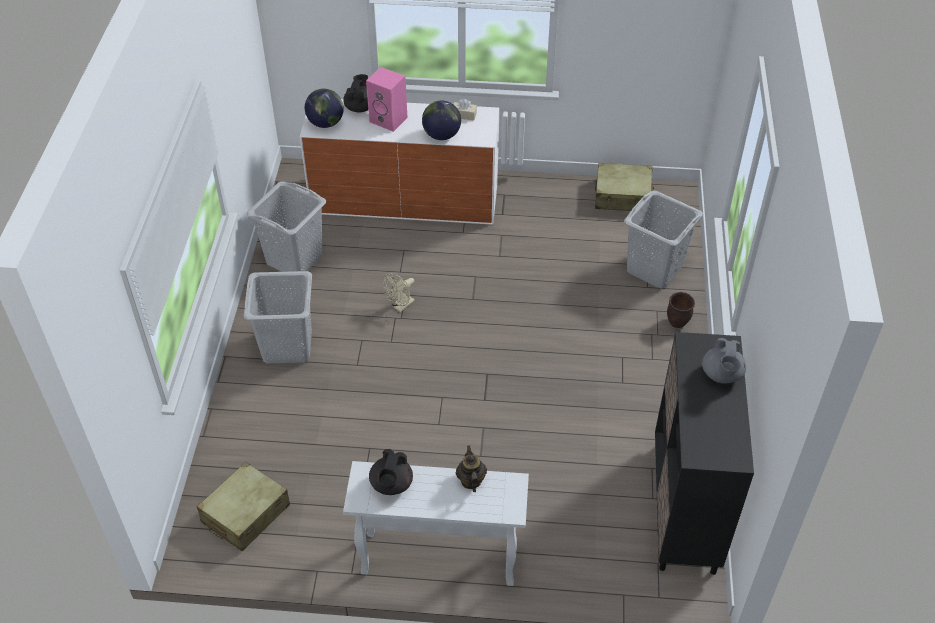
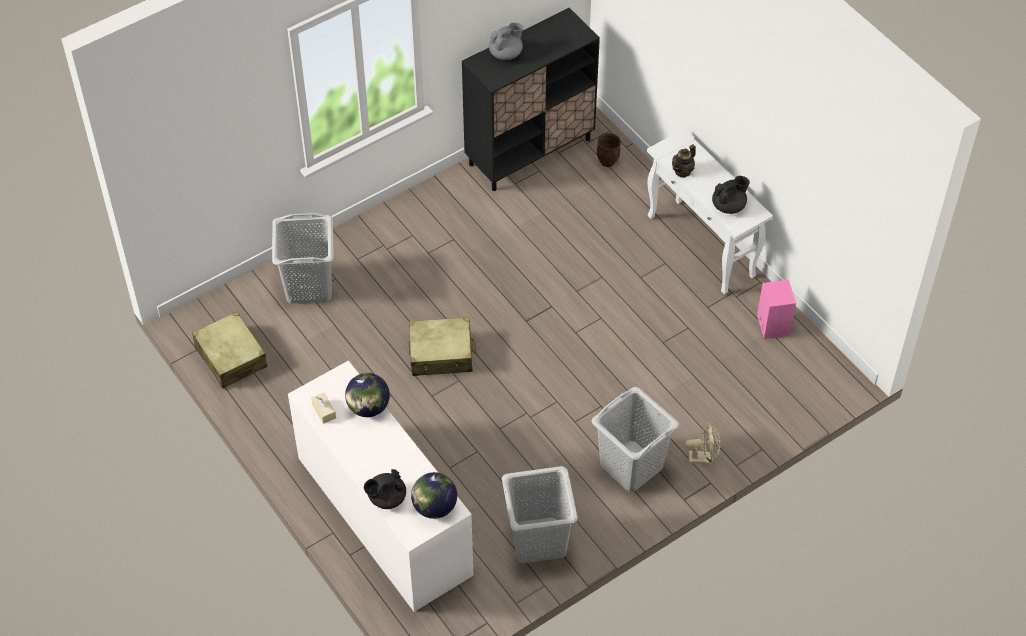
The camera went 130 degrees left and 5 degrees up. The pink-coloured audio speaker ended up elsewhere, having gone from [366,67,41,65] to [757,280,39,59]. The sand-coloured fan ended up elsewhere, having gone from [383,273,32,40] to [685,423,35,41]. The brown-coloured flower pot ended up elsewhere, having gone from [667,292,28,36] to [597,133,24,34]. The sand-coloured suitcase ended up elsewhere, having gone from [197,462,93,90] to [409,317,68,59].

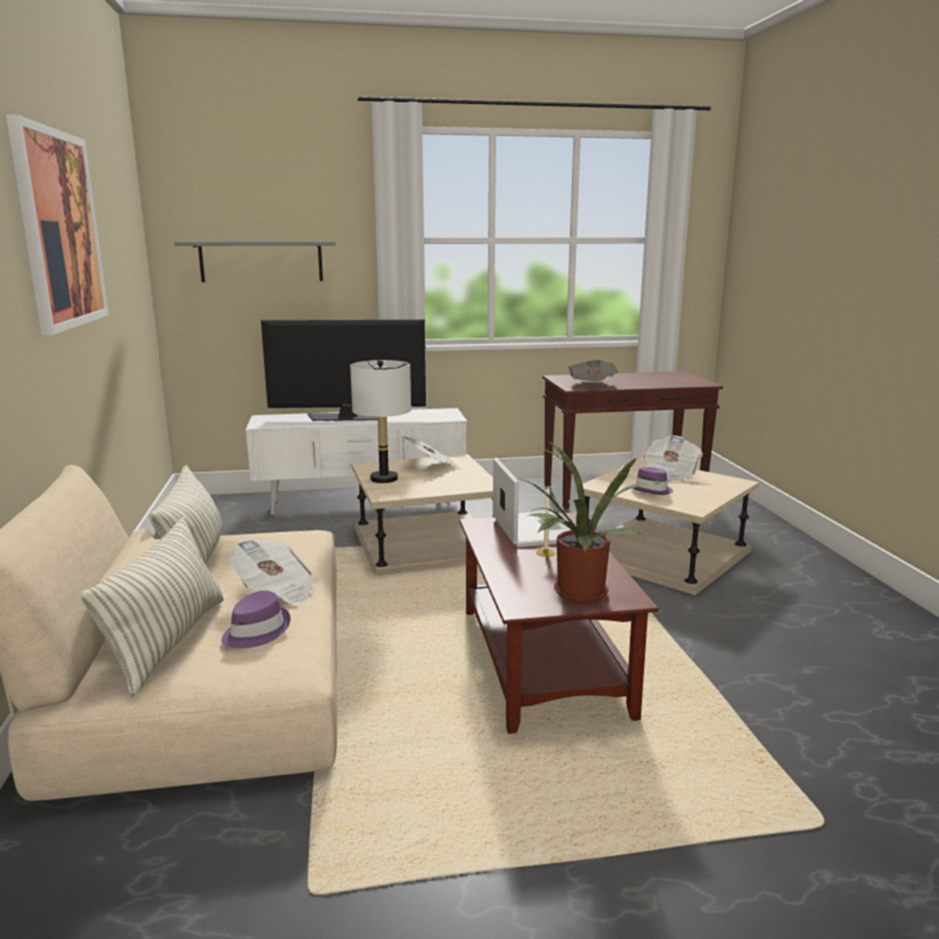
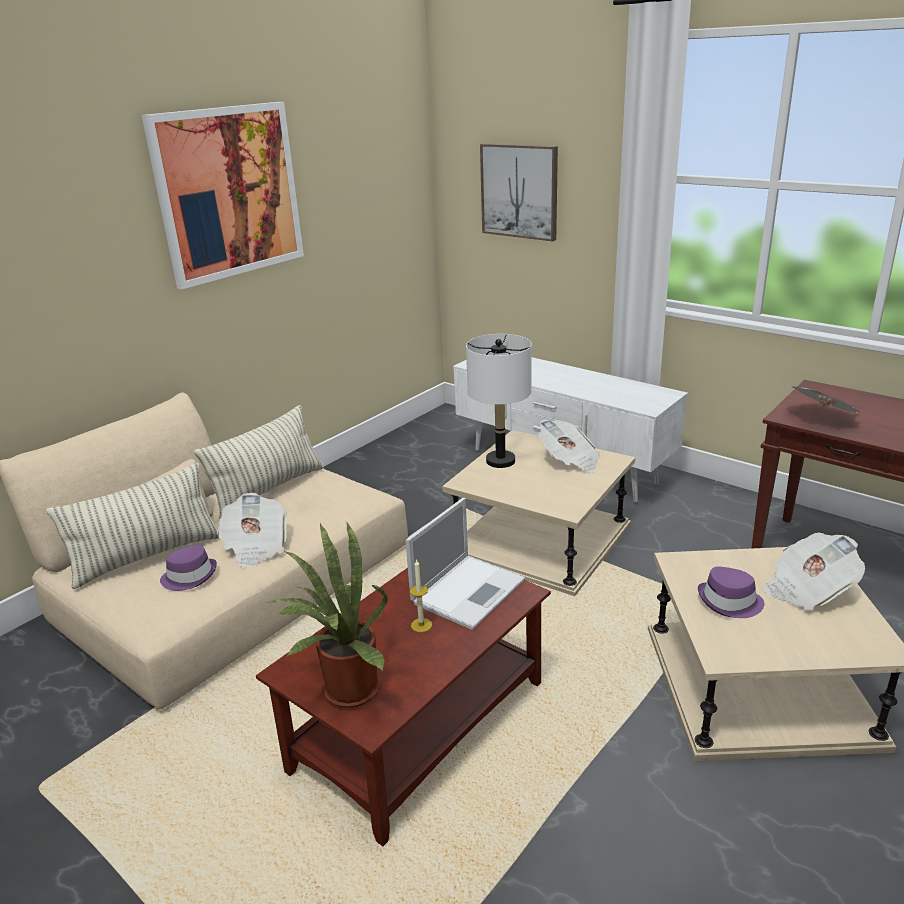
The camera went 50 degrees right and 10 degrees up. Where the grey shelf hung at [175,241,161,41], the wall picture came to hang at [480,143,78,98]. The second view lost the TV set at [261,319,165,102].

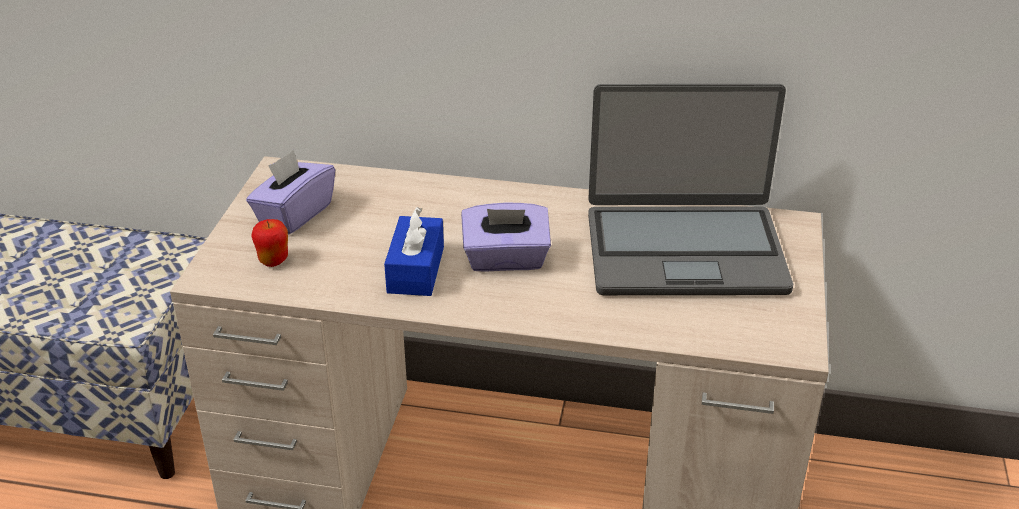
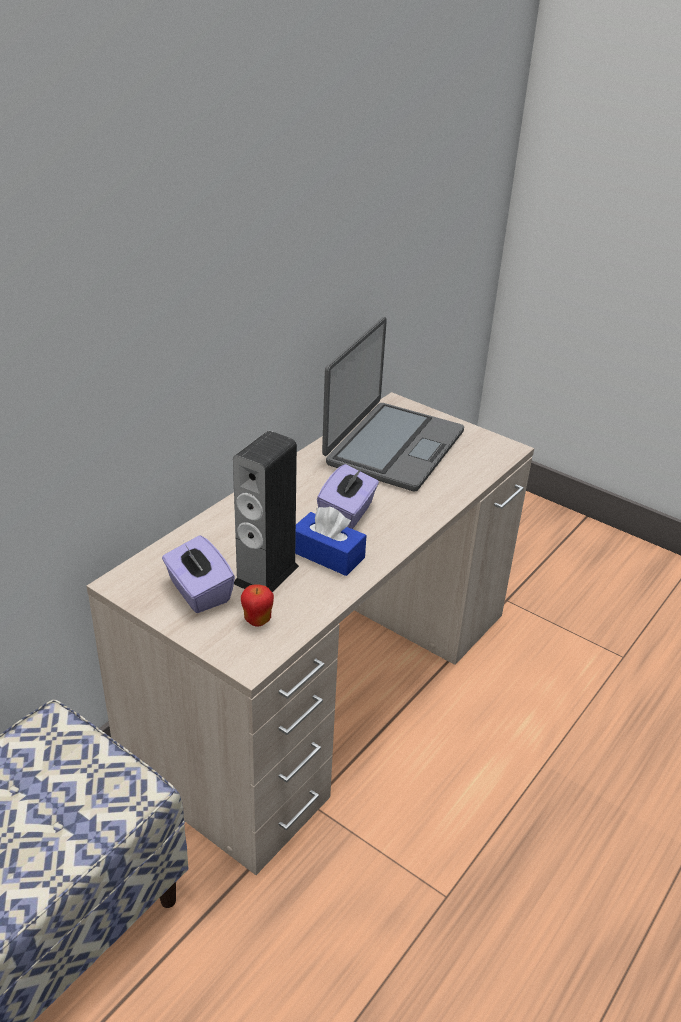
The camera went 65 degrees left and 0 degrees up. The second view gained the audio speaker at [233,431,66,162].

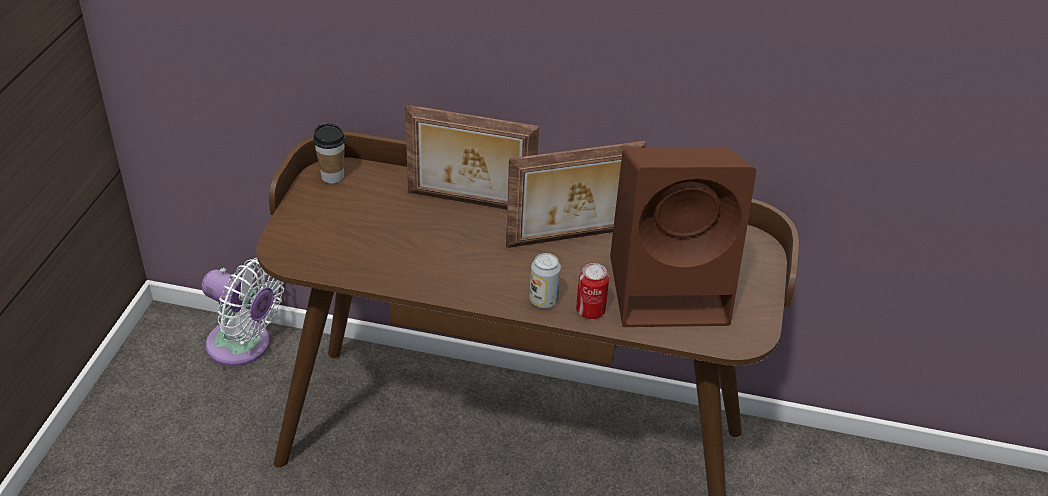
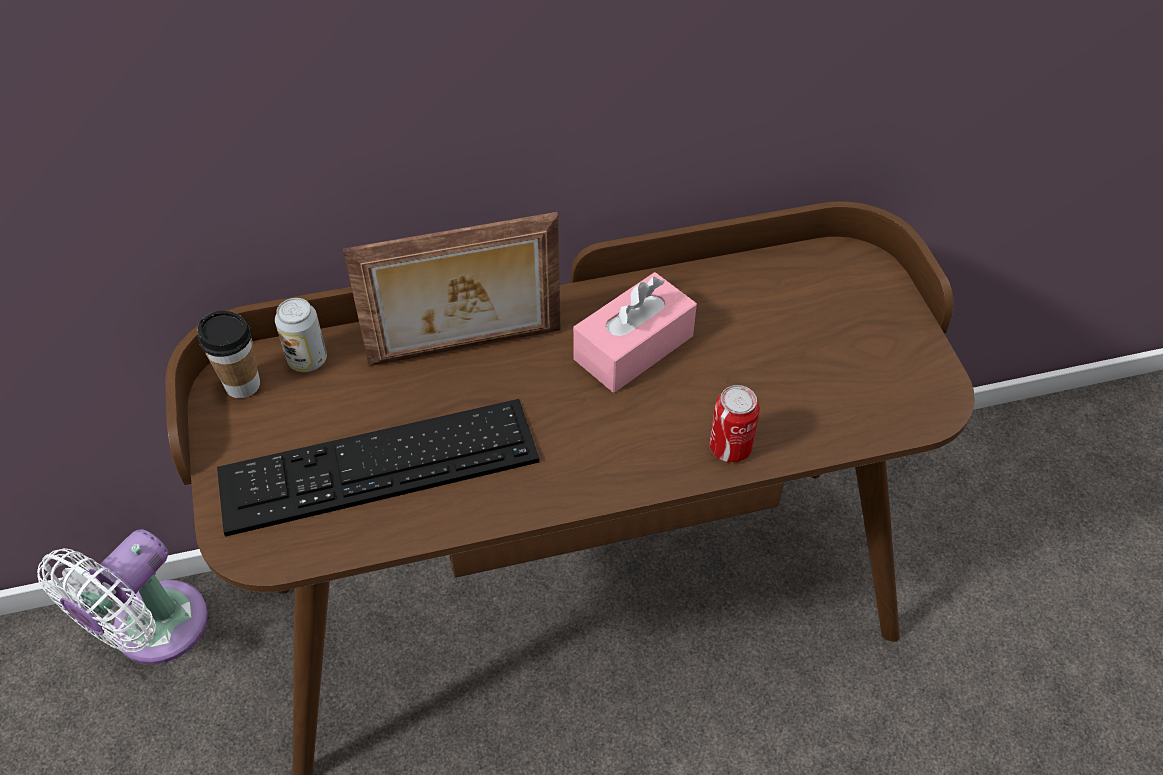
The camera went 25 degrees left and 10 degrees up. Where the picture frame stood at [506,141,140,107], the pink-coloured box of tissues came to stand at [573,272,124,121]. The second view lost the brown-coloured audio speaker at [610,148,146,179]. The can ended up elsewhere, having gone from [530,253,31,55] to [275,298,52,74]. The white fan at [202,258,82,108] ended up facing another way, 120 degrees clockwise from before. The second view gained the PC keyboard at [217,399,322,138].

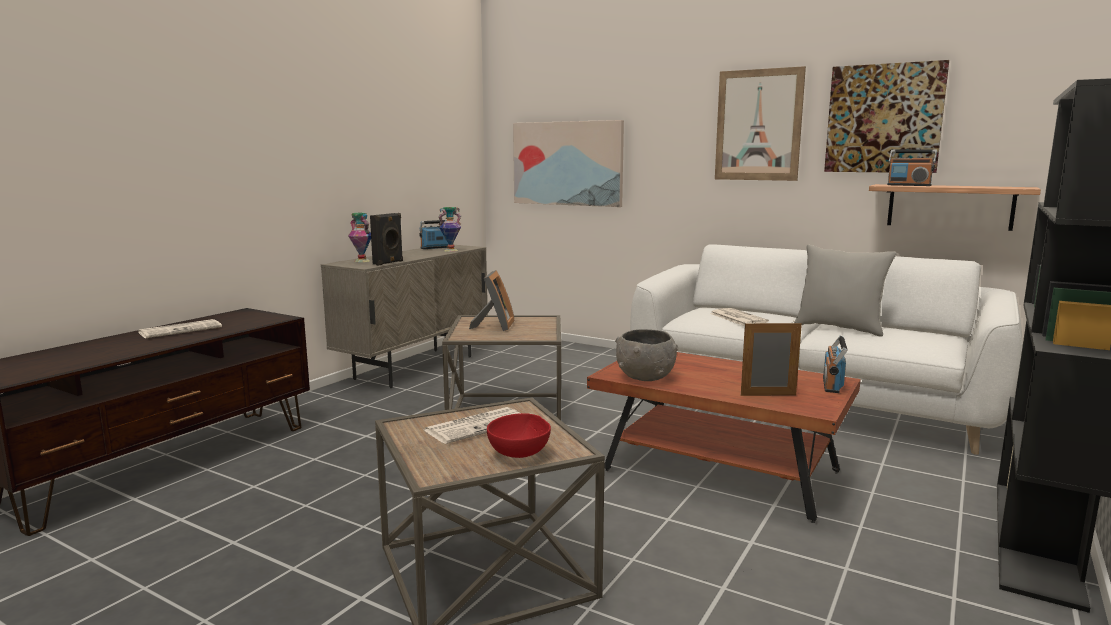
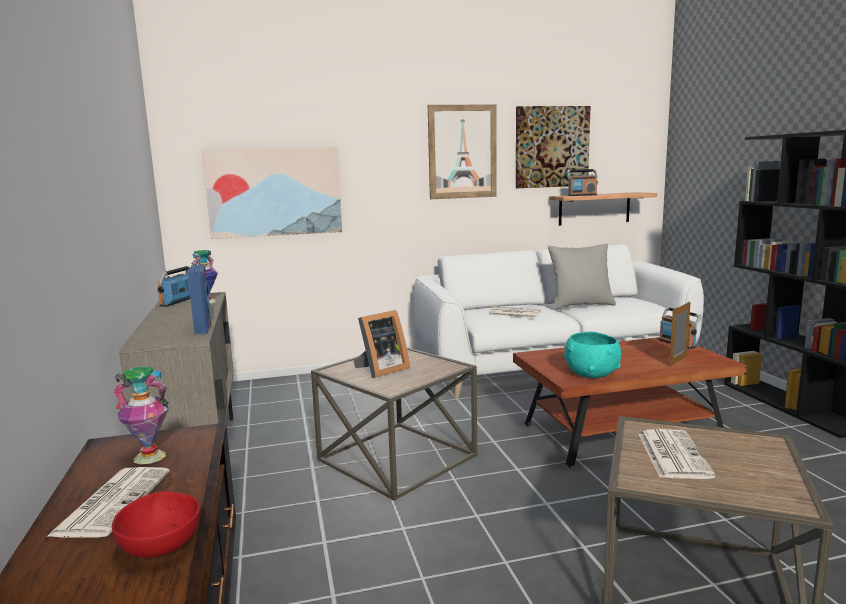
The camera went 45 degrees left and 0 degrees up. The flower vase ended up elsewhere, having gone from [348,213,23,49] to [114,367,55,98]. What was the black-coloured audio speaker at [370,213,33,53] turned into the blue-coloured audio speaker at [187,264,24,70]. The picture frame at [469,270,46,61] ended up facing another way, 90 degrees clockwise from before. What was the grey bowl at [615,329,64,52] turned into the blue-green bowl at [563,332,58,46]. The reddish bowl ended up elsewhere, having gone from [487,413,64,45] to [112,491,88,67].

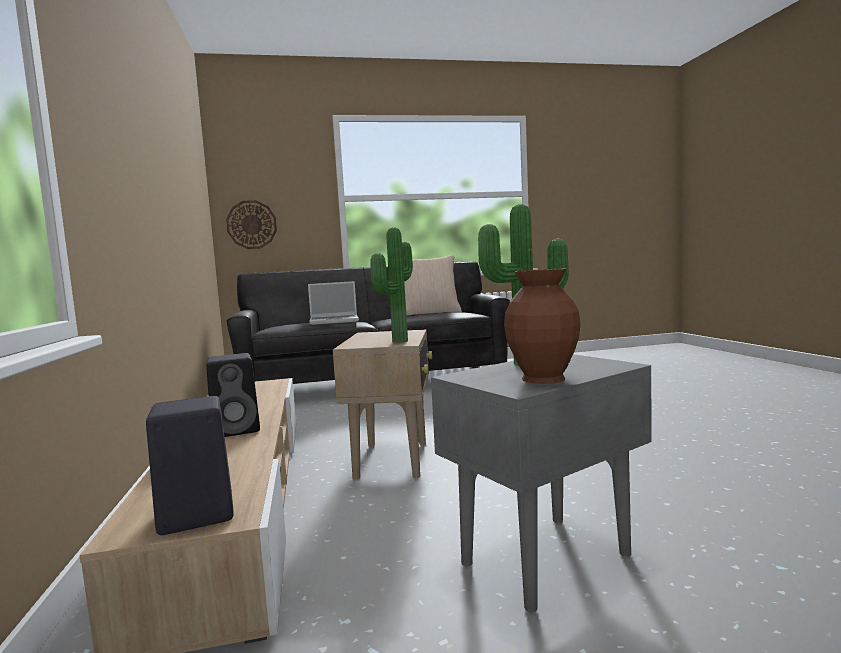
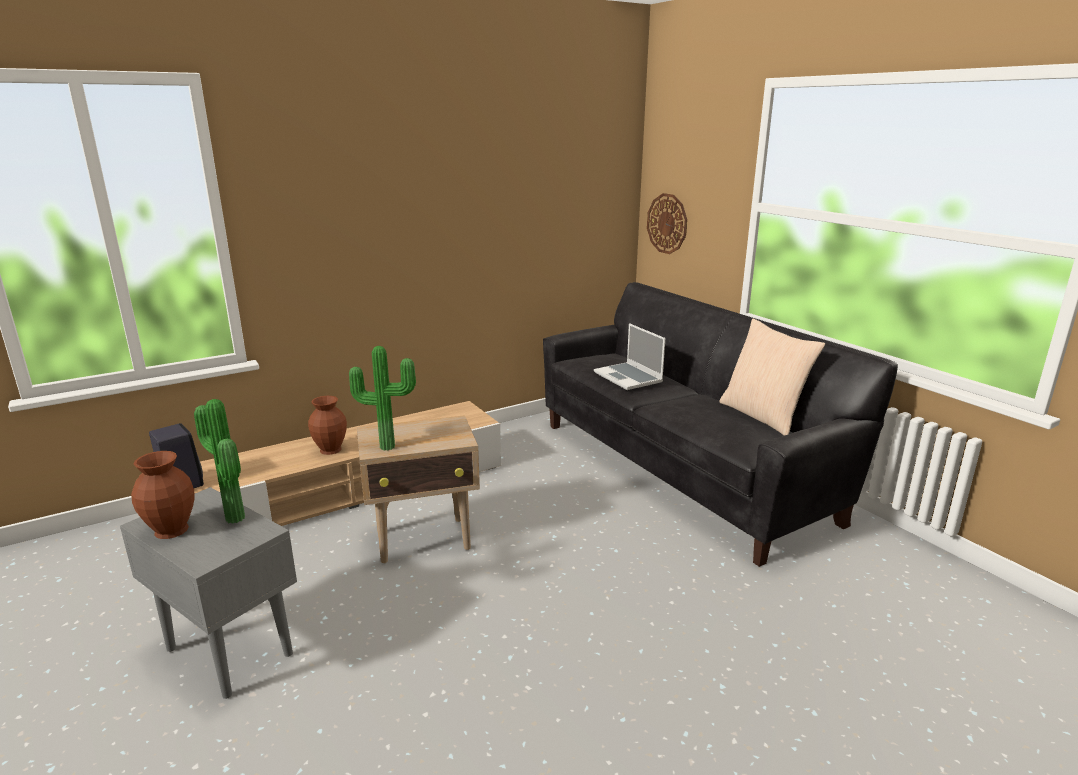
The camera went 70 degrees right and 15 degrees up. Where the black-coloured audio speaker stood at [206,353,54,84], the brown-coloured flower vase came to stand at [308,396,39,59].

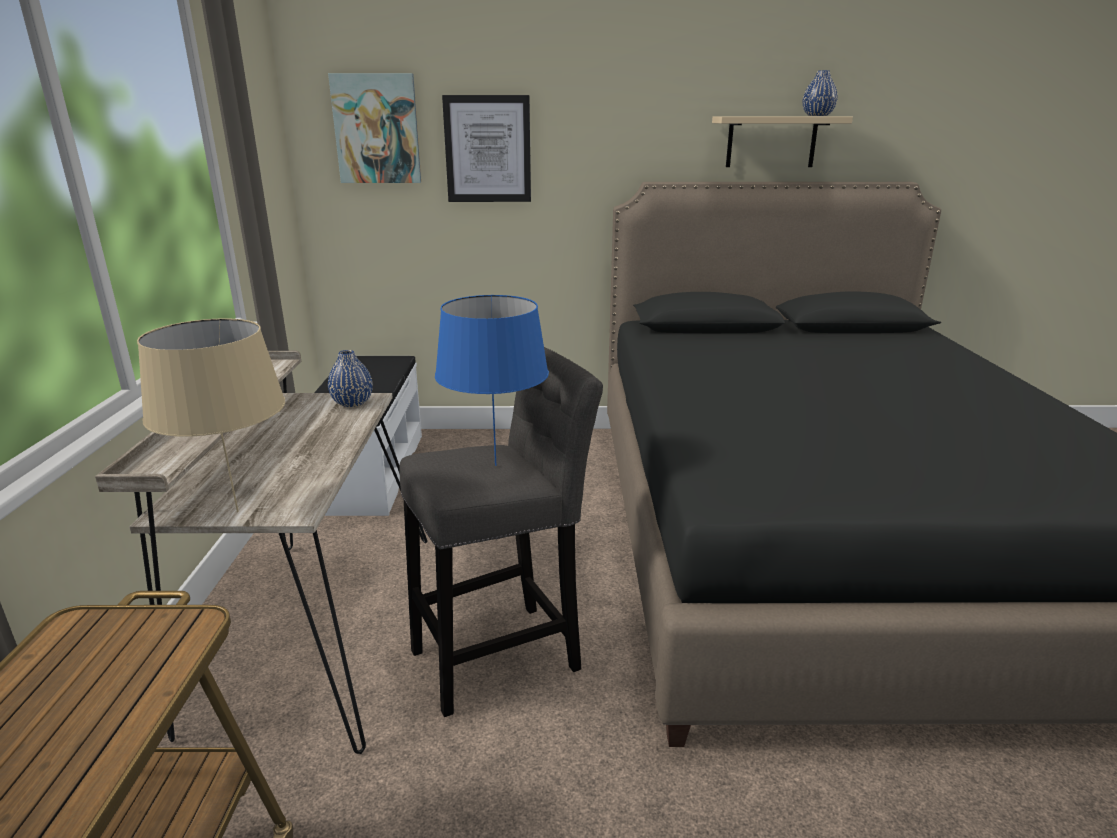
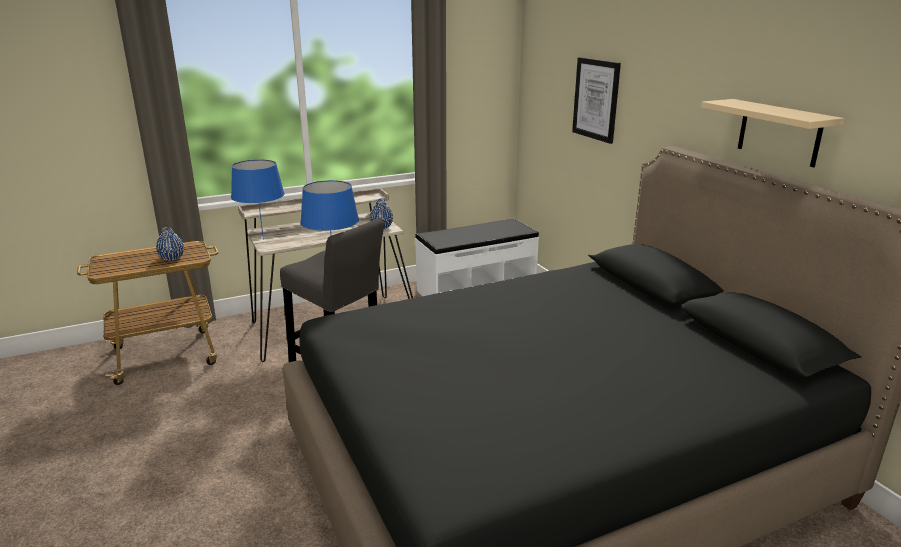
The camera went 65 degrees right and 0 degrees up. The blue-coloured flower vase ended up elsewhere, having gone from [803,70,35,46] to [156,227,28,34]. The second view lost the wall picture at [328,73,93,110]. What was the sand-coloured tabletop lamp at [137,319,148,193] turned into the blue-coloured tabletop lamp at [231,160,53,80].

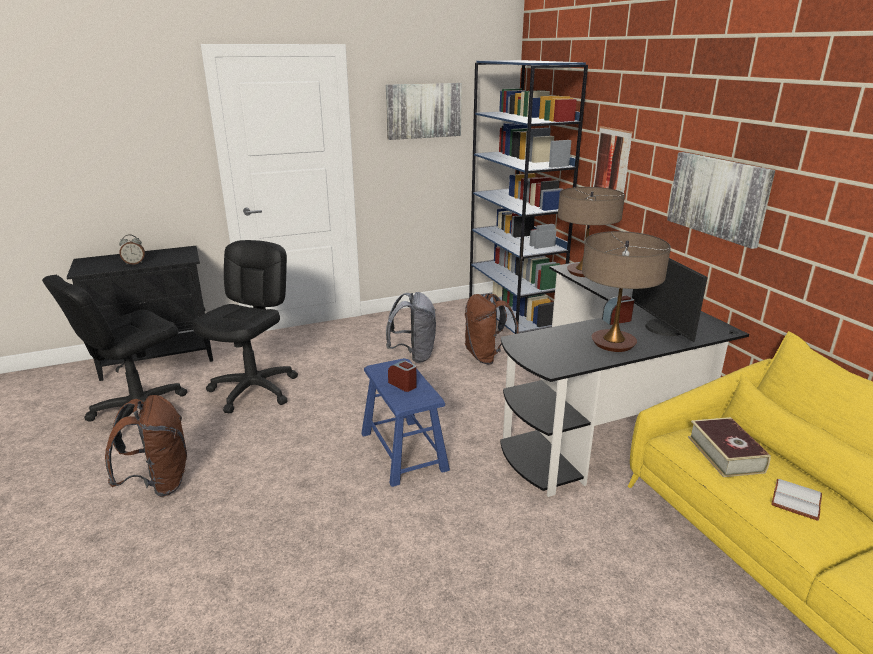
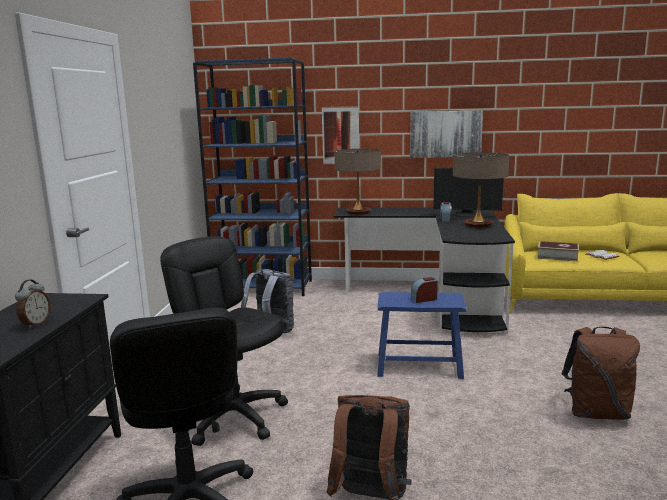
The camera went 60 degrees left and 10 degrees down. The second view lost the wall picture at [386,83,76,57]. The brown-coloured rucksack ended up elsewhere, having gone from [465,294,54,70] to [561,327,79,93].

